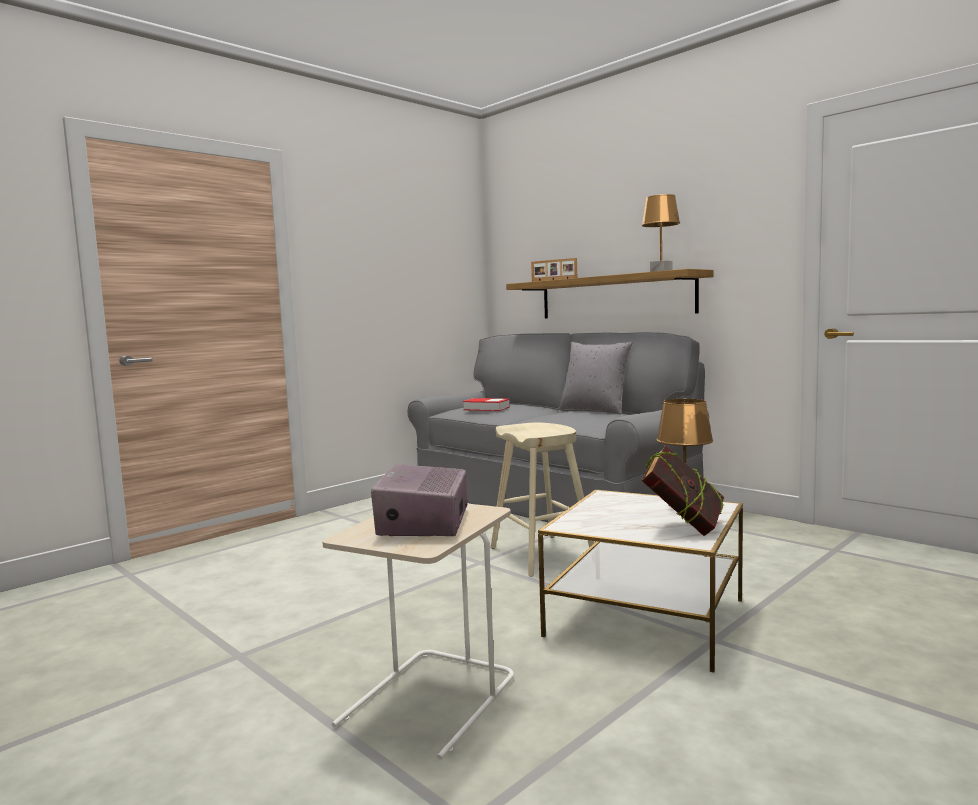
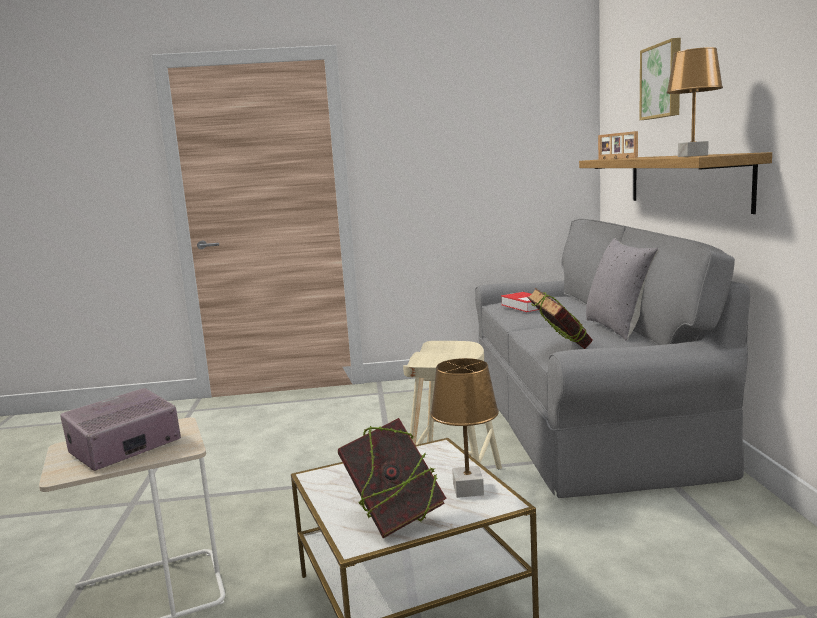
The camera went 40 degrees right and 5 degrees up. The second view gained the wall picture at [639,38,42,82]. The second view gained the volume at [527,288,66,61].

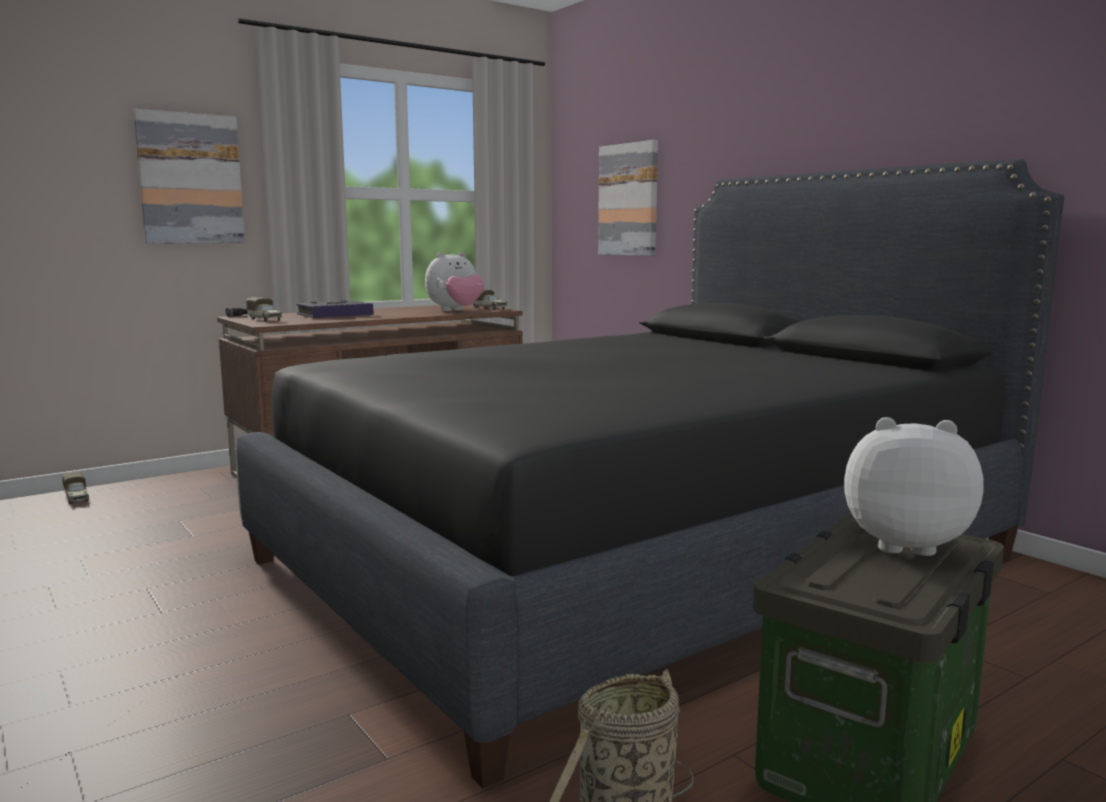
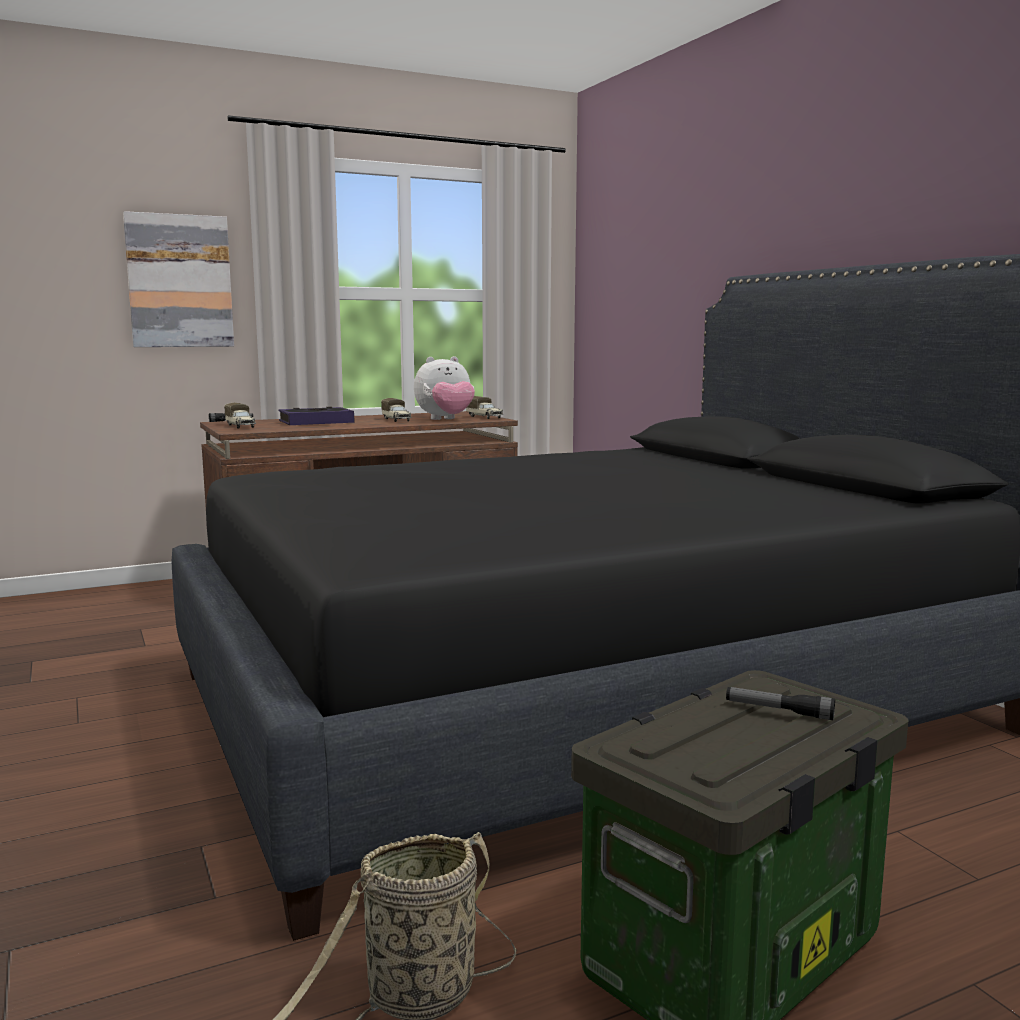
The camera went 10 degrees right and 0 degrees up. The second view lost the wall picture at [598,140,60,116]. Where the plush toy stood at [844,417,140,139], the hand torch came to stand at [726,687,109,33]. The model truck ended up elsewhere, having gone from [62,472,27,32] to [381,398,31,24].

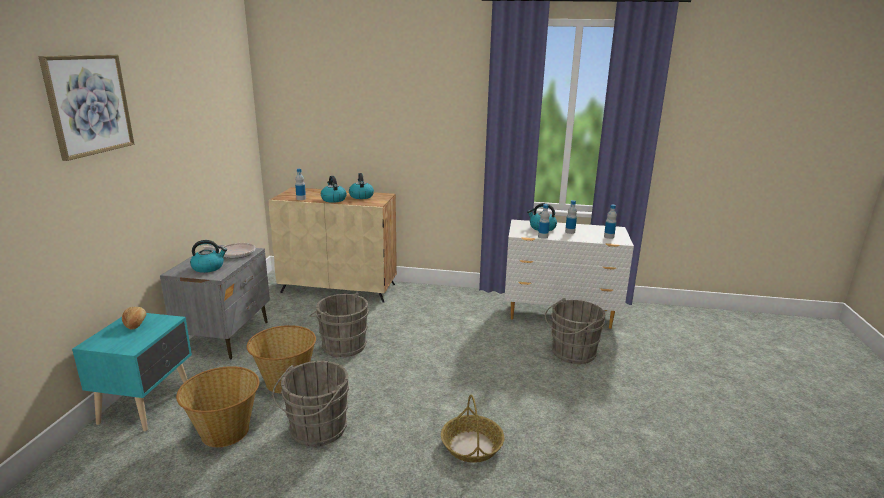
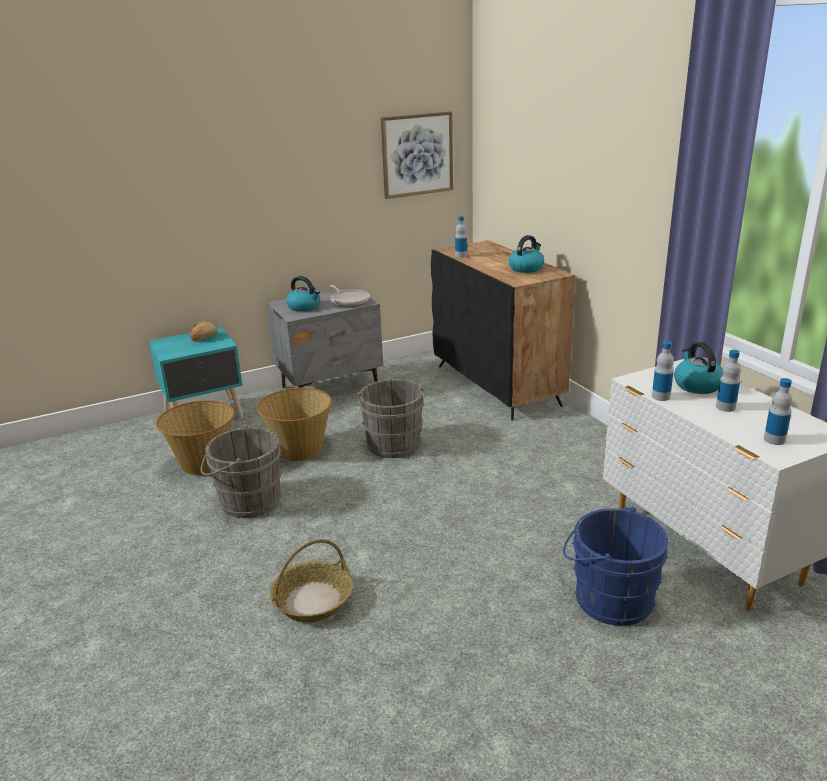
The camera went 55 degrees right and 5 degrees up. The wall picture ended up elsewhere, having gone from [38,55,96,106] to [381,111,72,88]. The second view lost the kettle at [321,176,26,27]. What was the sand-coloured cabinet at [268,187,129,116] turned into the black-coloured cabinet at [431,240,144,181]. What was the grey water bucket at [545,298,60,66] turned into the blue-coloured water bucket at [563,507,105,119].

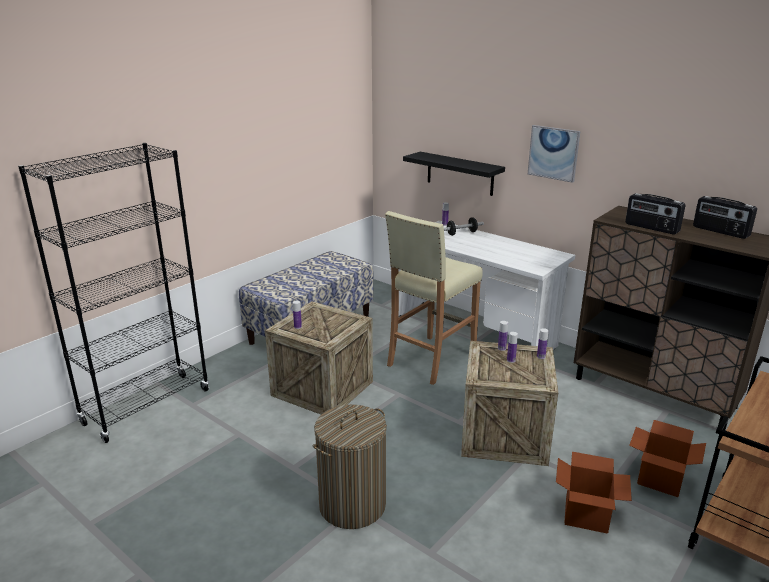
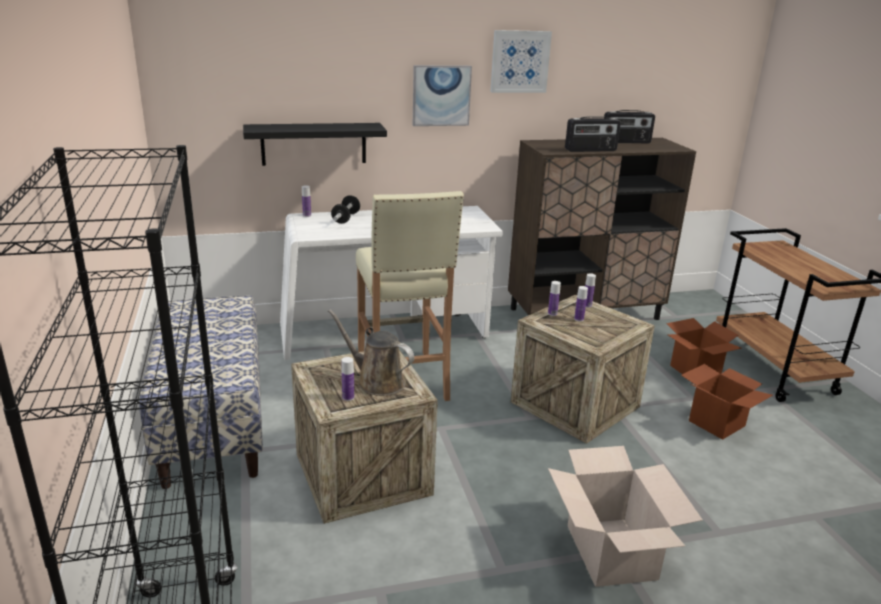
The camera went 55 degrees left and 0 degrees up. Where the laundry basket stood at [313,405,74,124], the cardboard box came to stand at [548,446,155,141]. The second view gained the wall picture at [490,30,62,63]. The second view gained the brown-coloured sprinkling can at [328,309,86,87].

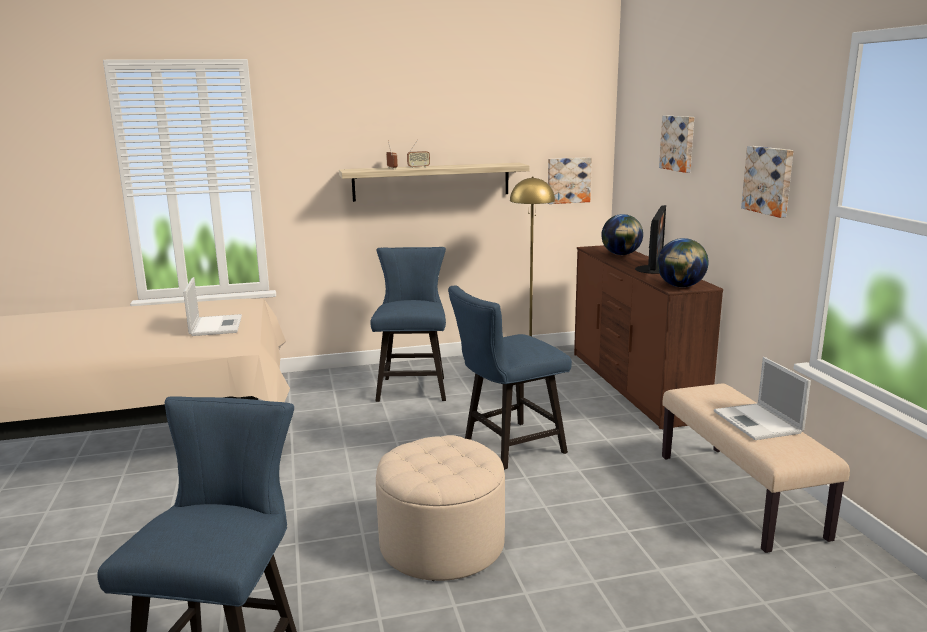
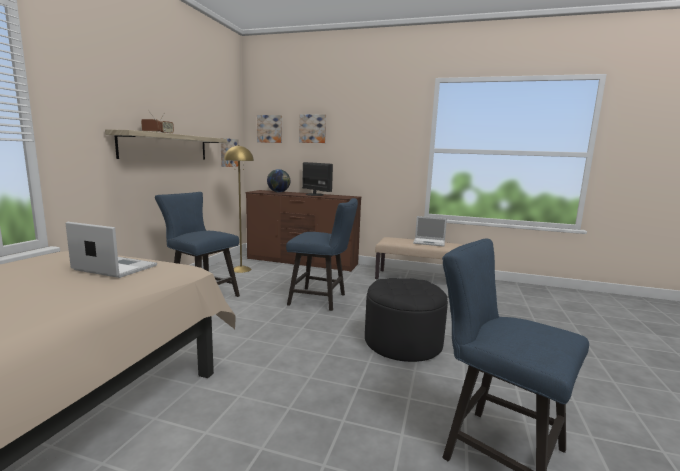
The camera went 60 degrees left and 5 degrees down. The wall picture ended up elsewhere, having gone from [741,146,53,72] to [257,115,25,28]. The second view lost the desk globe at [657,238,52,49]. The blue-coloured upright chair at [448,286,124,184] ended up facing another way, 75 degrees counterclockwise from before. What was the sand-coloured ottoman at [376,435,129,146] turned into the black-coloured ottoman at [365,278,83,84].

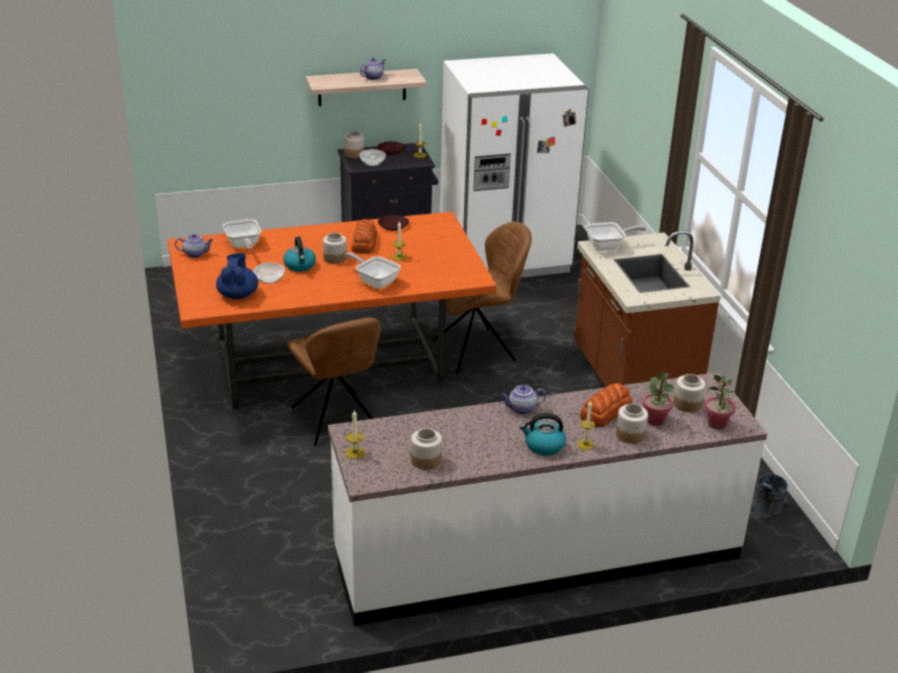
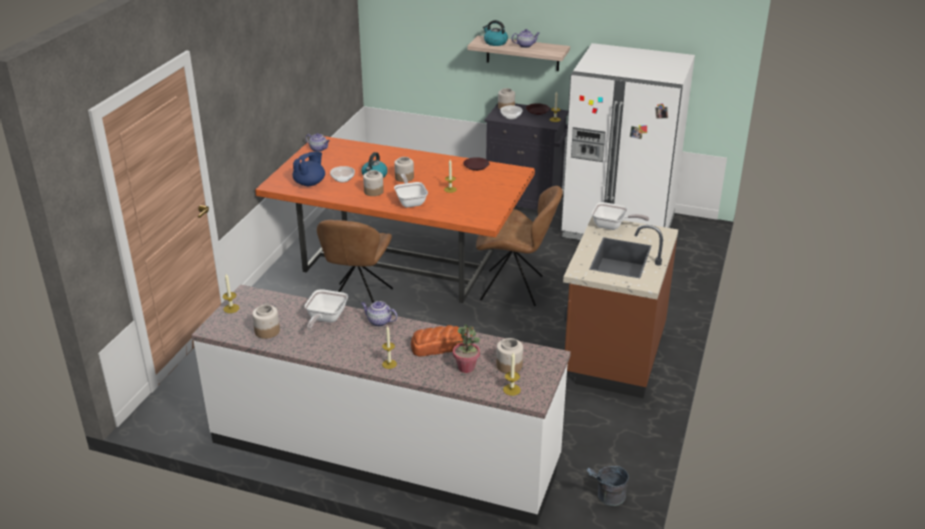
The camera went 35 degrees right and 0 degrees up. The frying pan ended up elsewhere, having gone from [223,219,38,31] to [305,289,43,41]. The second view lost the baked bread at [351,219,26,34]. Where the potted plant stood at [705,375,31,55], the wax candle came to stand at [503,353,18,43]. The storage jar ended up elsewhere, having gone from [616,404,32,40] to [363,170,21,26]. The kettle ended up elsewhere, having gone from [520,413,46,43] to [483,20,25,26].

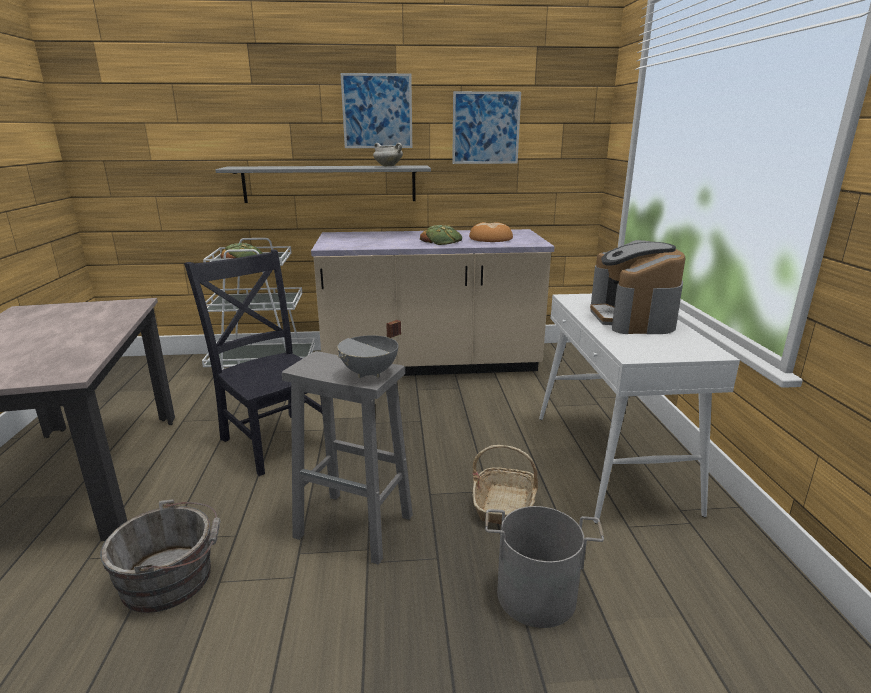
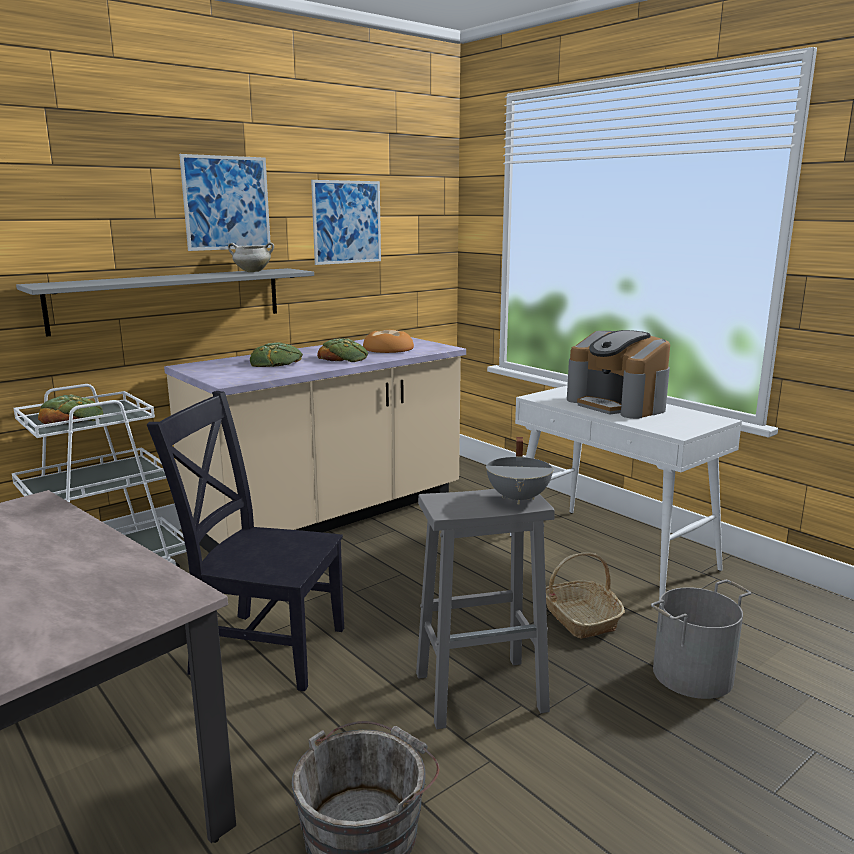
The camera went 35 degrees left and 5 degrees down. The second view gained the baked bread at [250,342,53,25].

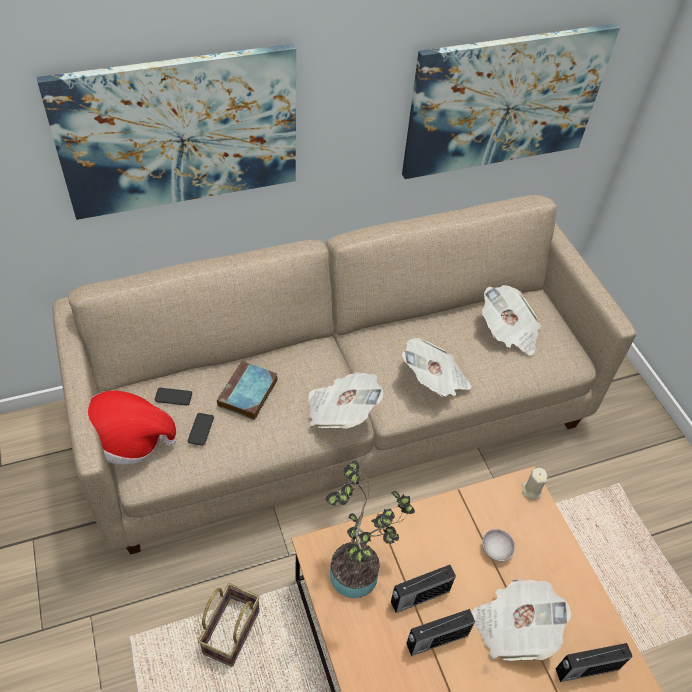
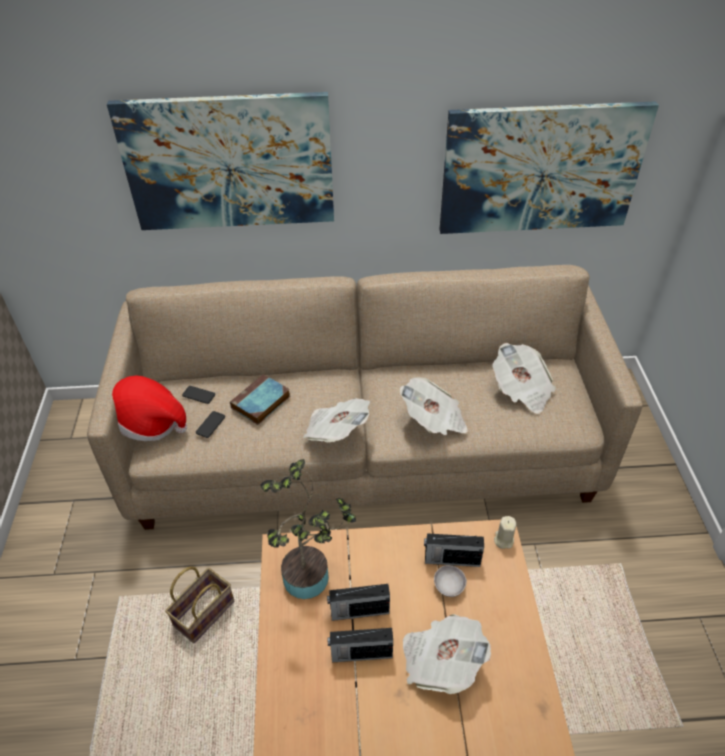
The camera went 20 degrees right and 5 degrees down. The radio set ended up elsewhere, having gone from [555,643,78,39] to [424,533,60,34].

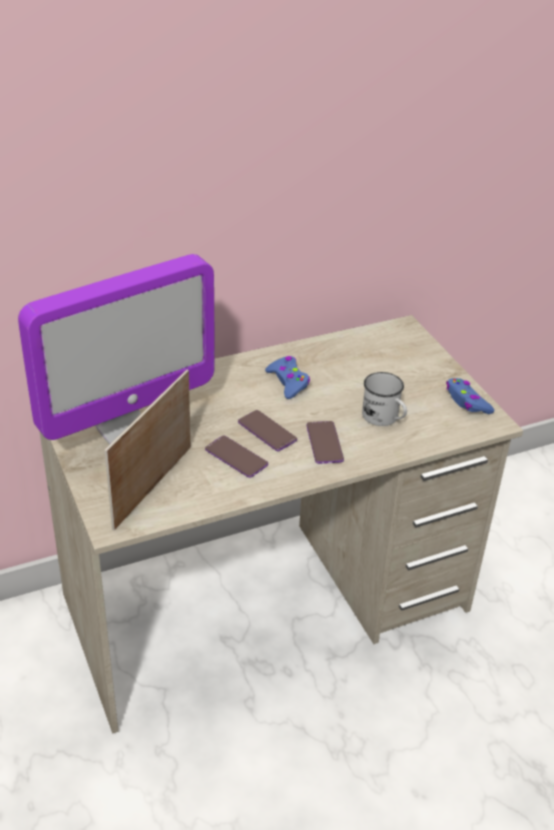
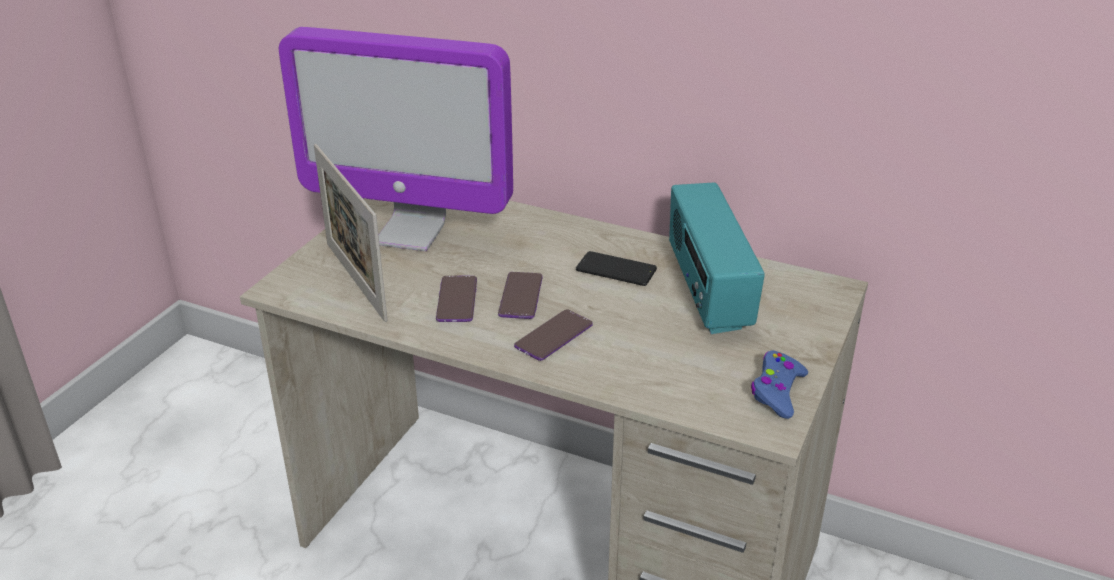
The camera went 50 degrees right and 5 degrees down. Where the blue-coloured joypad stood at [265,356,45,43], the phone came to stand at [576,251,81,35]. The picture frame at [105,370,86,160] ended up facing another way, 105 degrees counterclockwise from before. The second view lost the white tea mug at [362,372,45,54]. The second view gained the radio set at [669,182,96,152].

